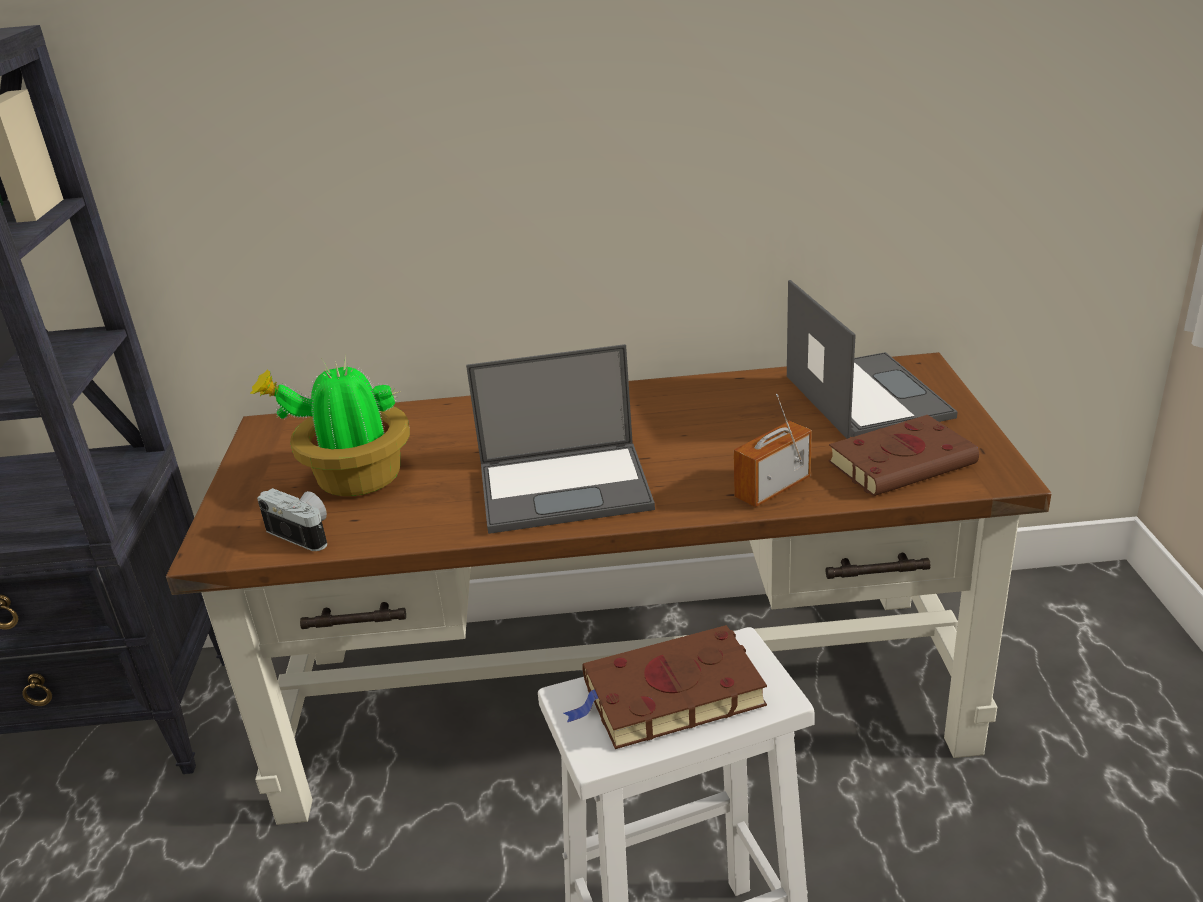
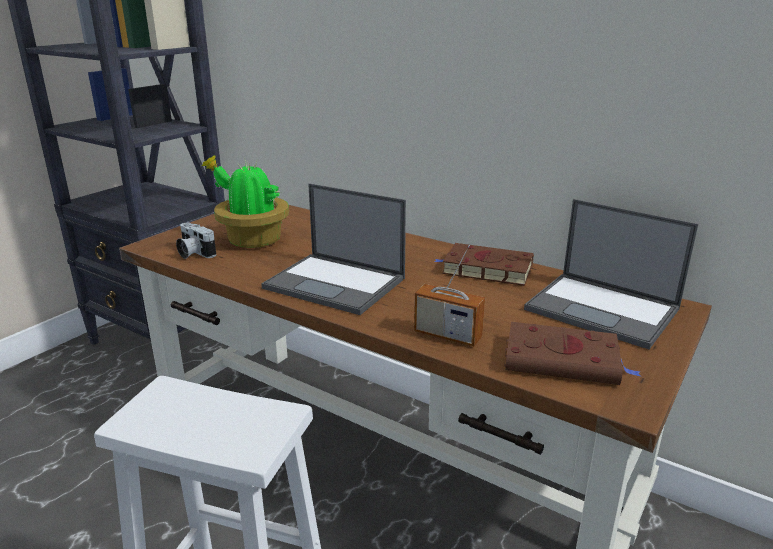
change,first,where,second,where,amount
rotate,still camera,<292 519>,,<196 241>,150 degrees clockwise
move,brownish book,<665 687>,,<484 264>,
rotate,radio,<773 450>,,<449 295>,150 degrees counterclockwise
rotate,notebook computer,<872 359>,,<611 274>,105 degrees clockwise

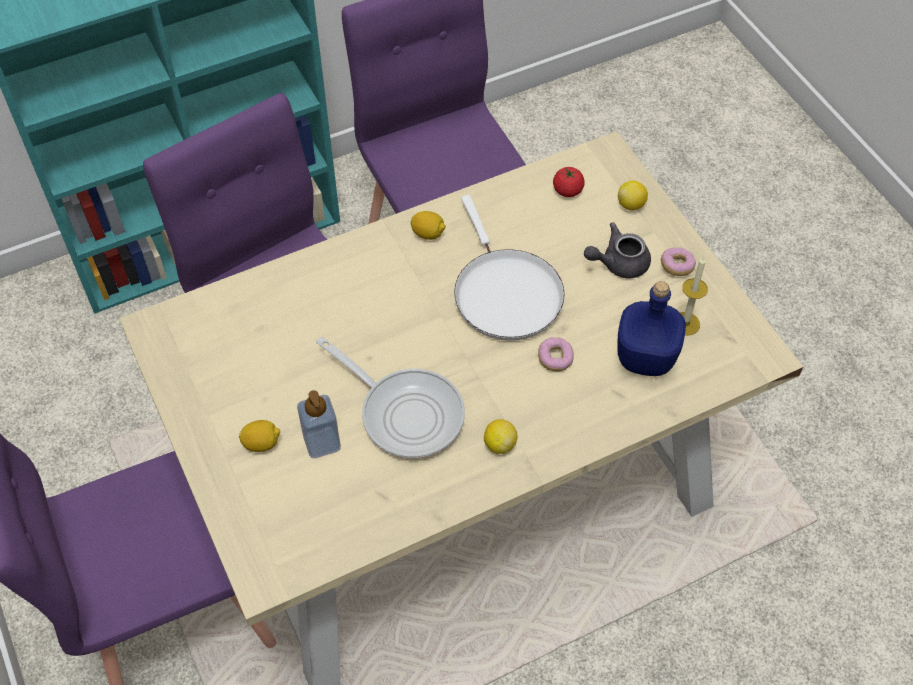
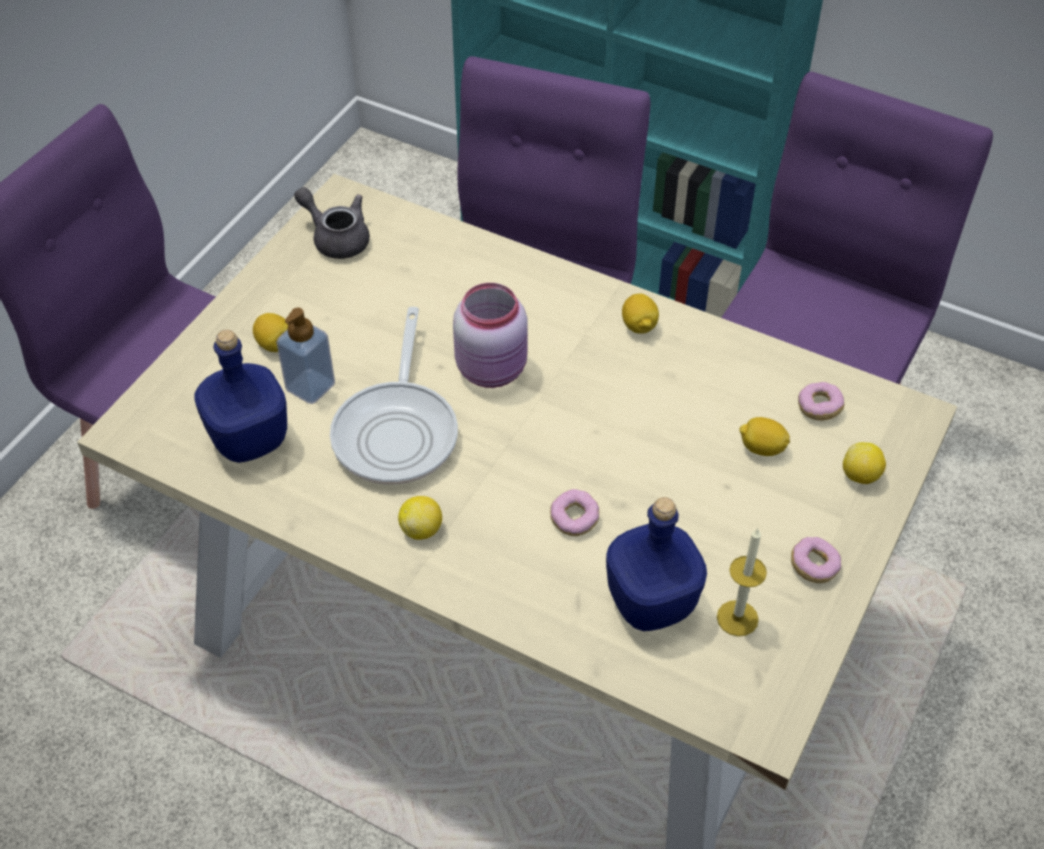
change,first,where,second,where,amount
delete,whitish skillet,<509 268>,,,
replace,tomato,<569 182>,donut,<821 401>,
move,gray tea pot,<617 250>,,<332 223>,
insert,,,bluish drink bottle,<240 396>,
insert,,,pinkish storage jar,<490 335>,
insert,,,whole lemon,<764 436>,

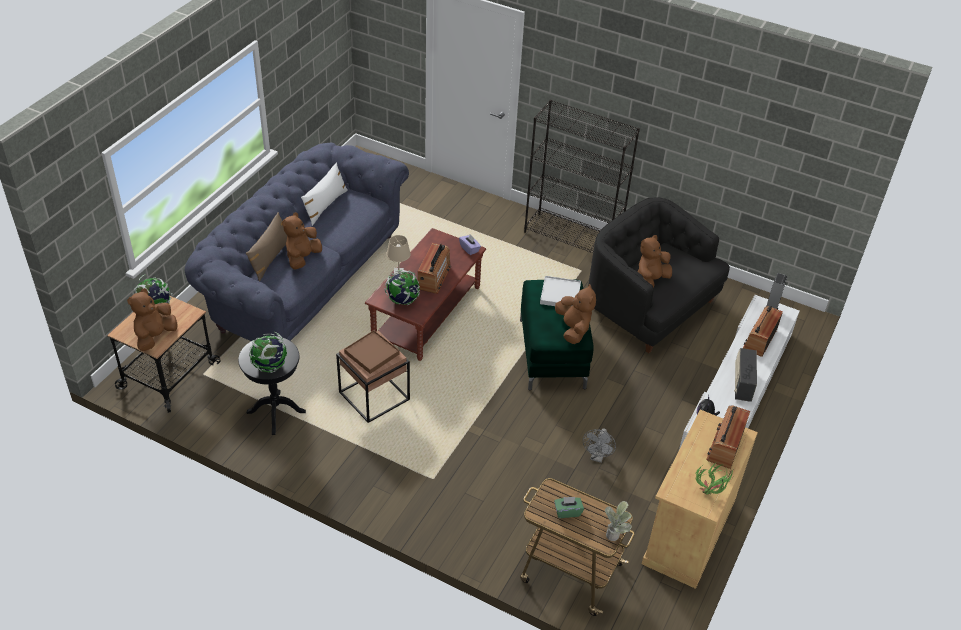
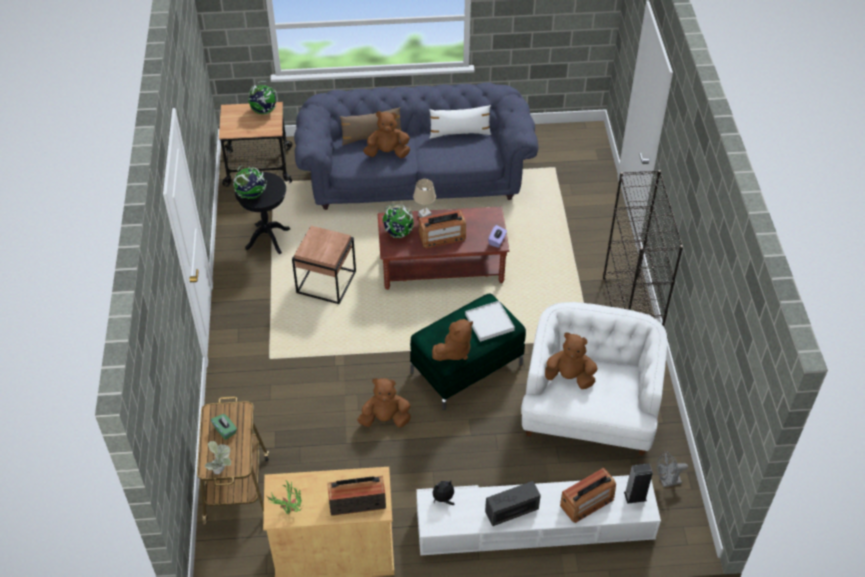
change,first,where,second,where,amount
move,brownish soft toy,<152 319>,,<384 403>,
delete,brownish serving tray,<372 352>,,,
move,gray fan,<599 446>,,<672 469>,
recolor,blackish armchair,<659 275>,whitish armchair,<594 379>,
rotate,radio,<763 331>,,<588 495>,150 degrees clockwise

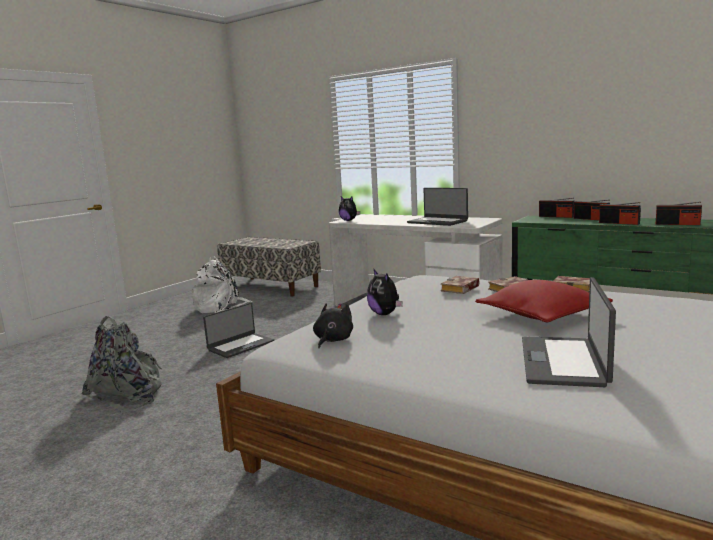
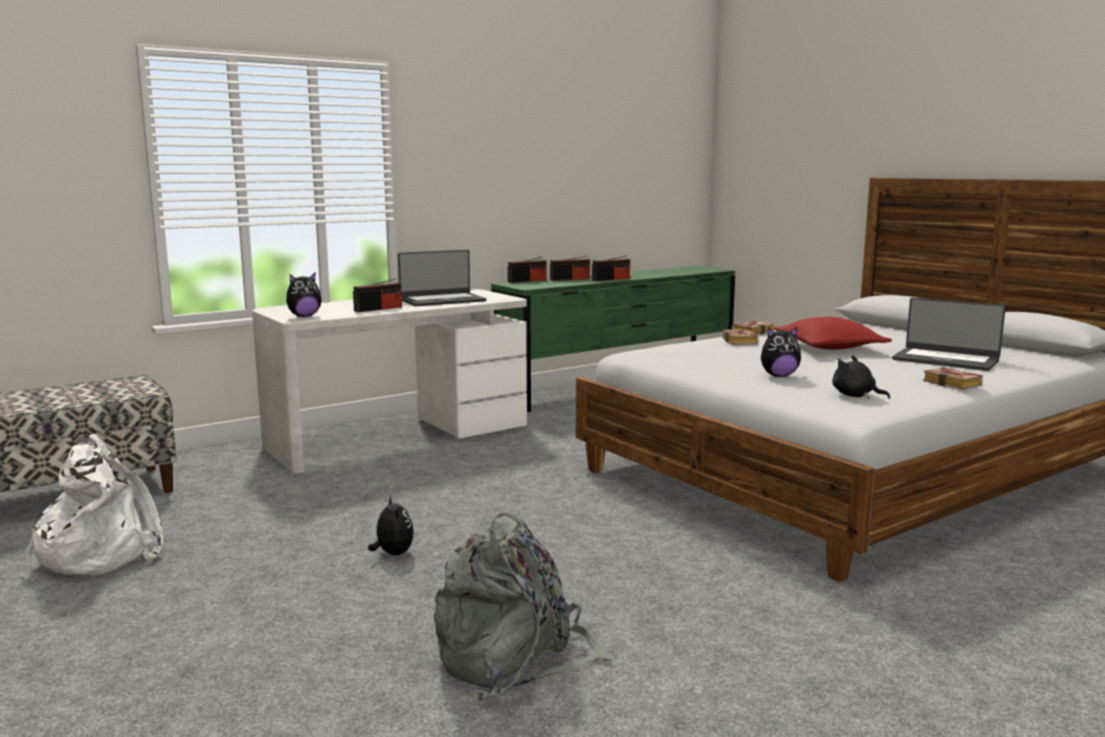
change,first,where,second,where,amount
replace,notebook computer,<238 330>,soft toy,<391 525>,
move,book,<460 285>,,<953 378>,
move,radio,<678 213>,,<377 296>,

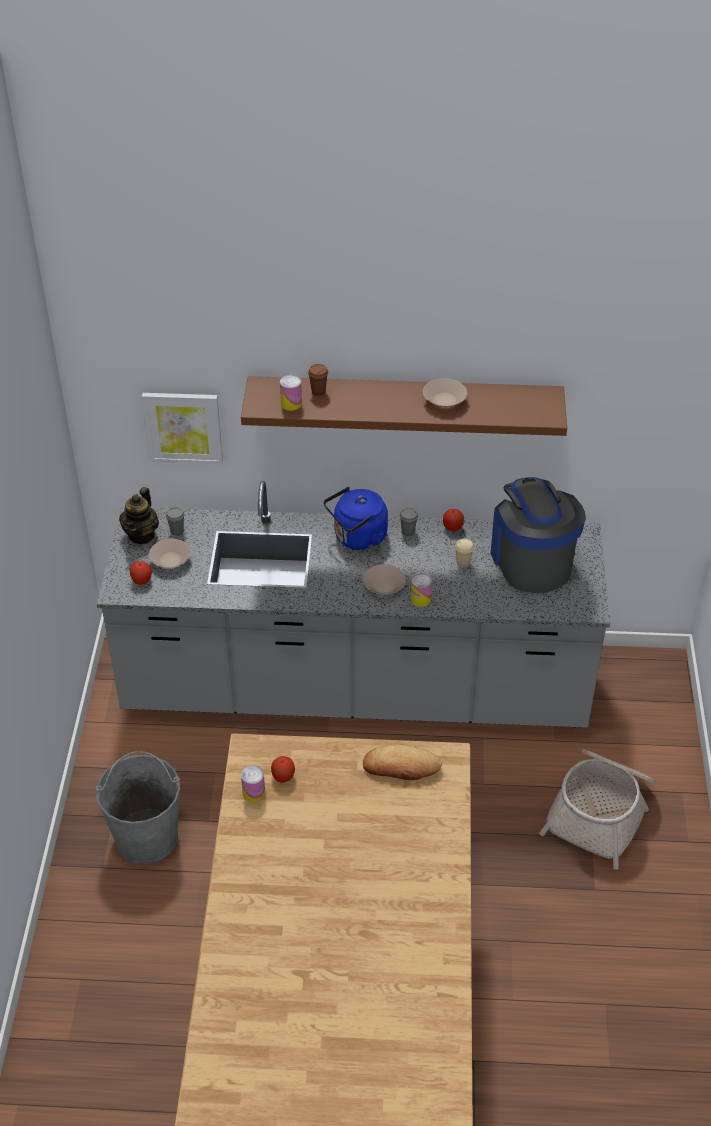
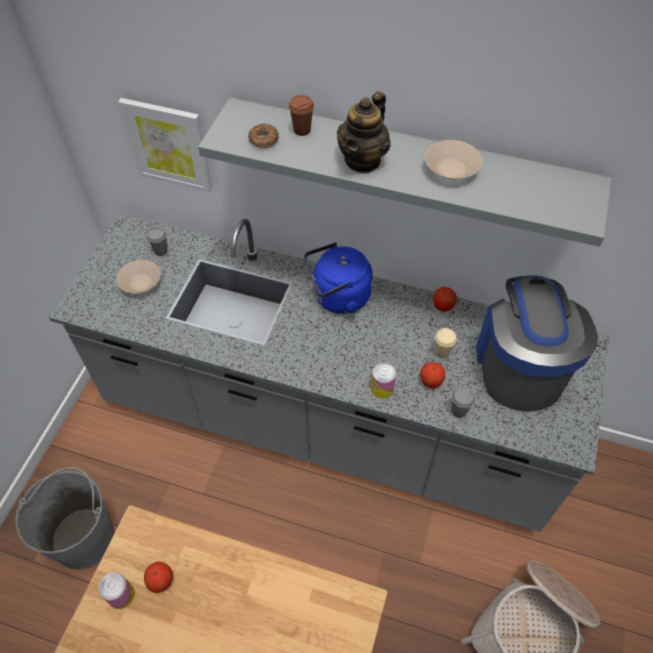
change,first,where,second,where,amount
move,tea pot,<139 515>,,<364 132>,
move,whole apple,<141 573>,,<432 375>,
recolor,brownish wall shelf,<404 406>,gray wall shelf,<405 172>,
replace,metal can,<291 393>,donut,<263 136>,
delete,sand-coloured deep dish,<384 579>,,,
delete,bakery bread,<402 762>,,,
move,gray cup,<409 522>,,<463 402>,

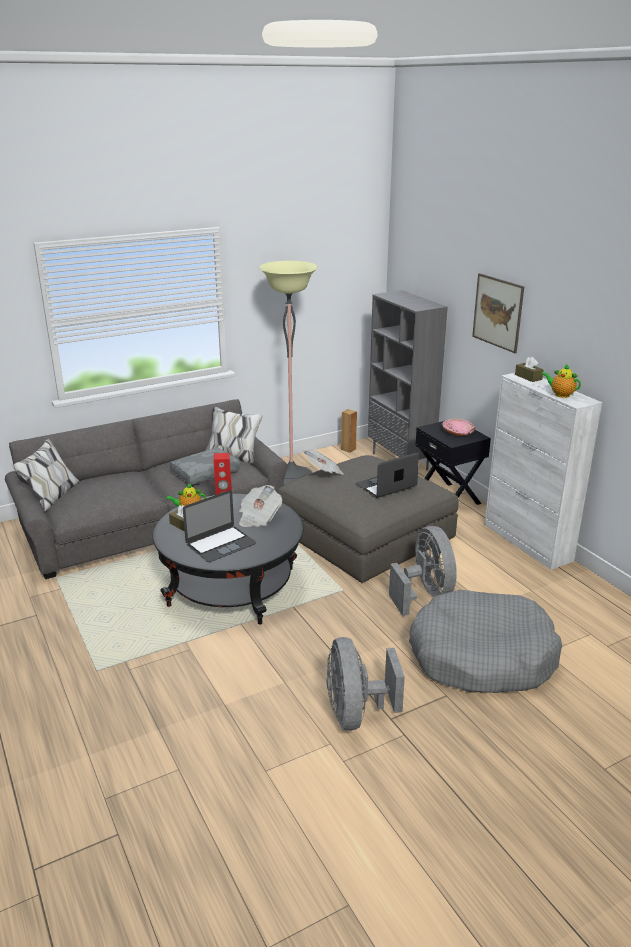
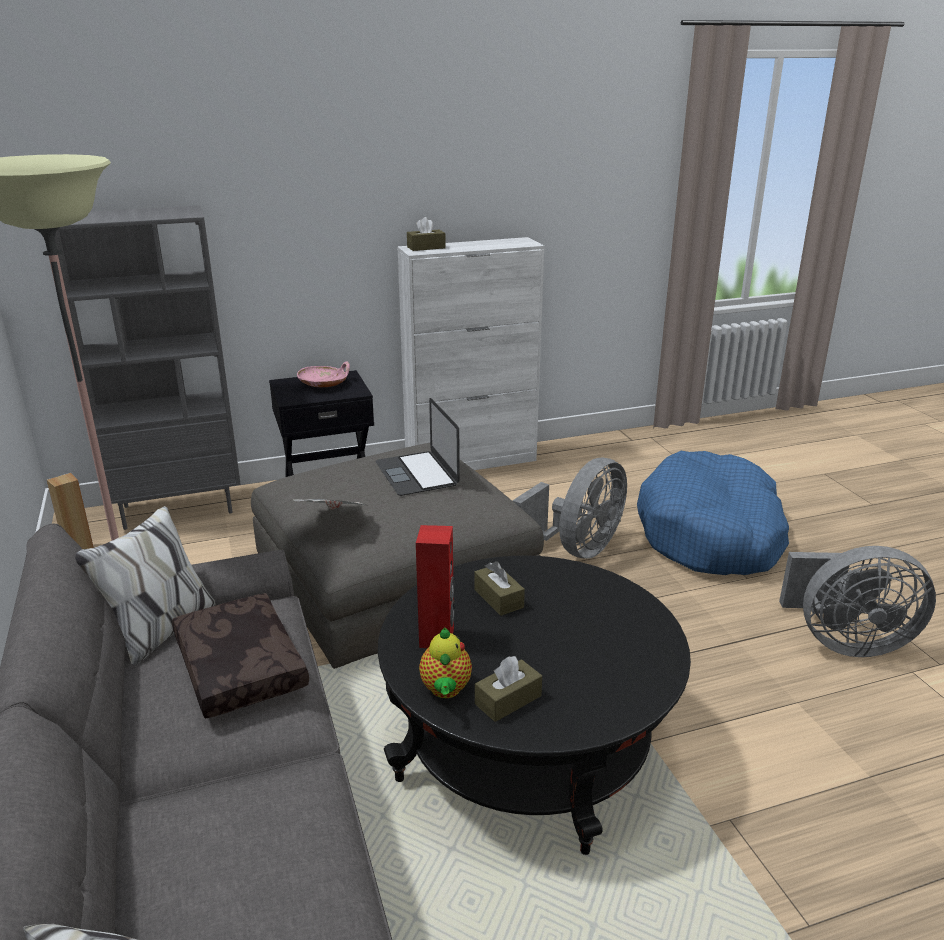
change,first,where,second,where,amount
recolor,gray pillow,<205 466>,brownish pillow,<240 656>,
delete,notebook computer,<219 526>,,,
replace,daily paper,<260 506>,brownish box of tissues,<499 588>,
rotate,gray fan,<423 571>,,<569 508>,135 degrees clockwise
recolor,gray pet bed,<485 641>,bluish pet bed,<713 513>,
delete,wall picture,<498 313>,,,
delete,tea pot,<561 381>,,,

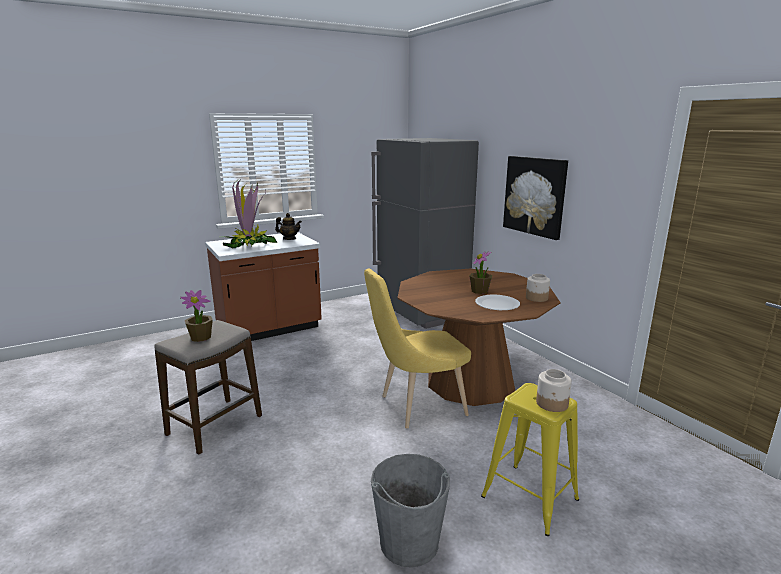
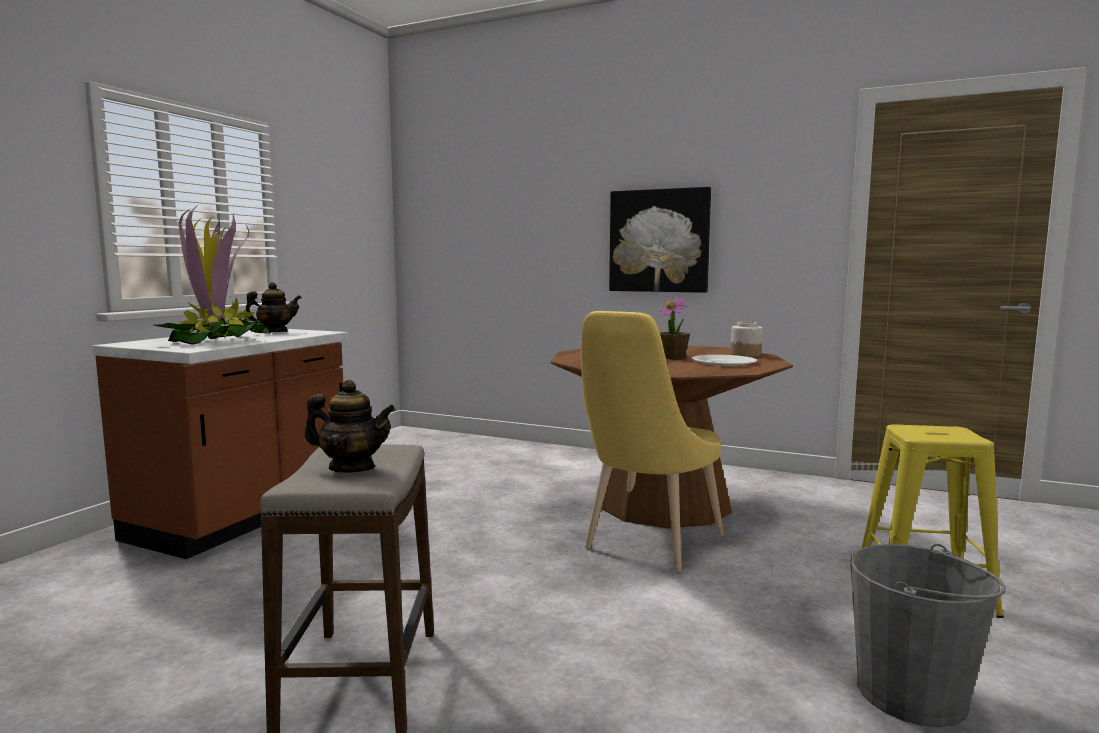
change,first,where,second,where,amount
replace,potted plant,<196 316>,tea pot,<350 426>,
delete,gray refrigerator,<425 233>,,,
delete,storage jar,<554 390>,,,

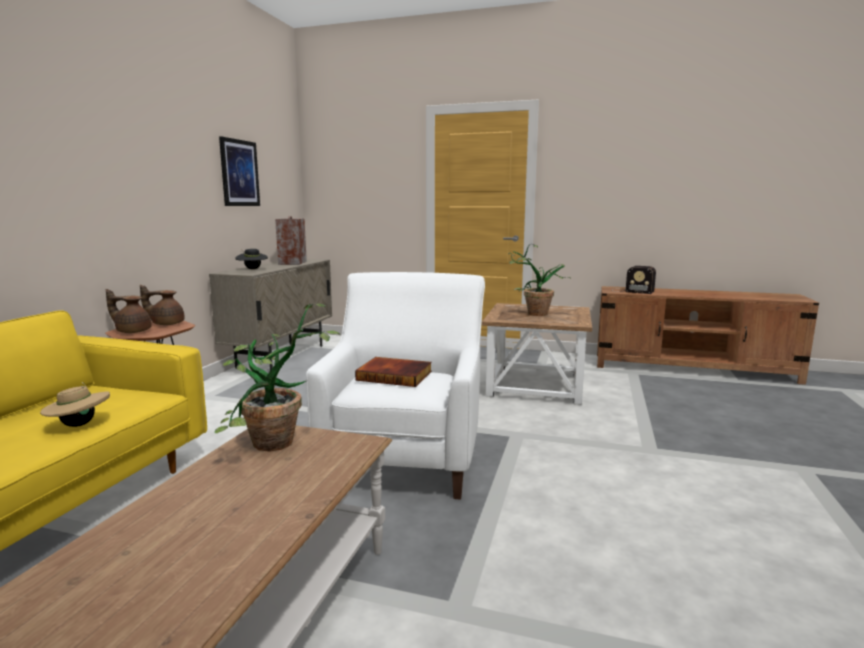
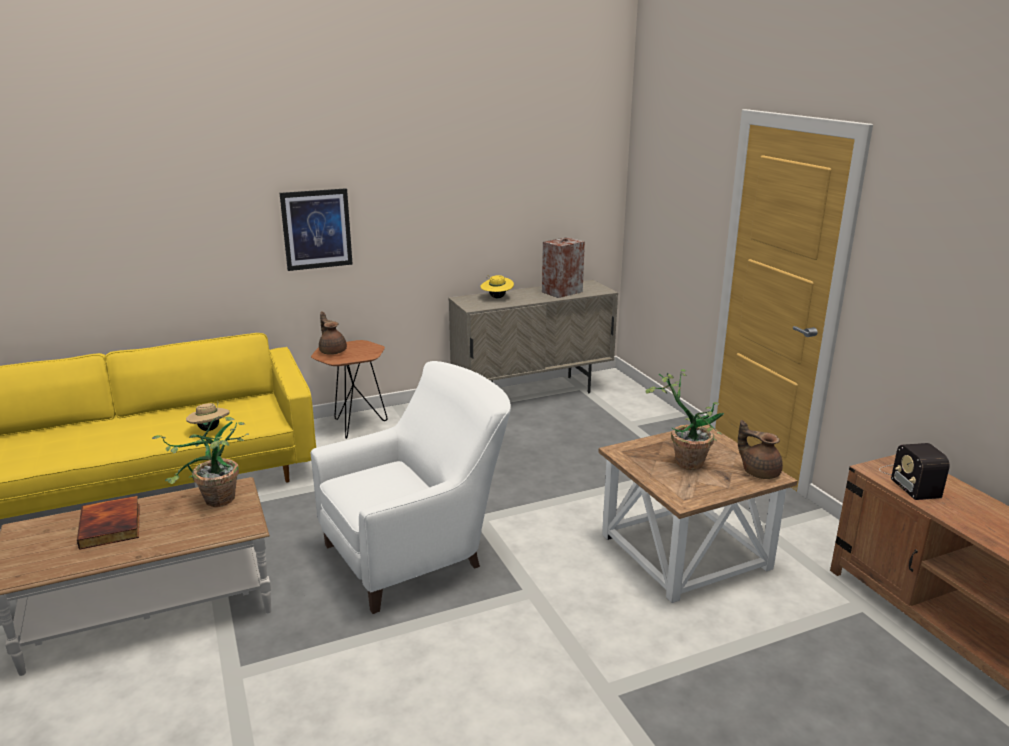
change,first,where,second,where,amount
move,brownish tea pot,<162 305>,,<760 449>,
move,wall picture,<239 171>,,<316 229>,
recolor,blackish hat,<251 259>,yellow hat,<497 286>,
move,book,<393 372>,,<108 523>,

